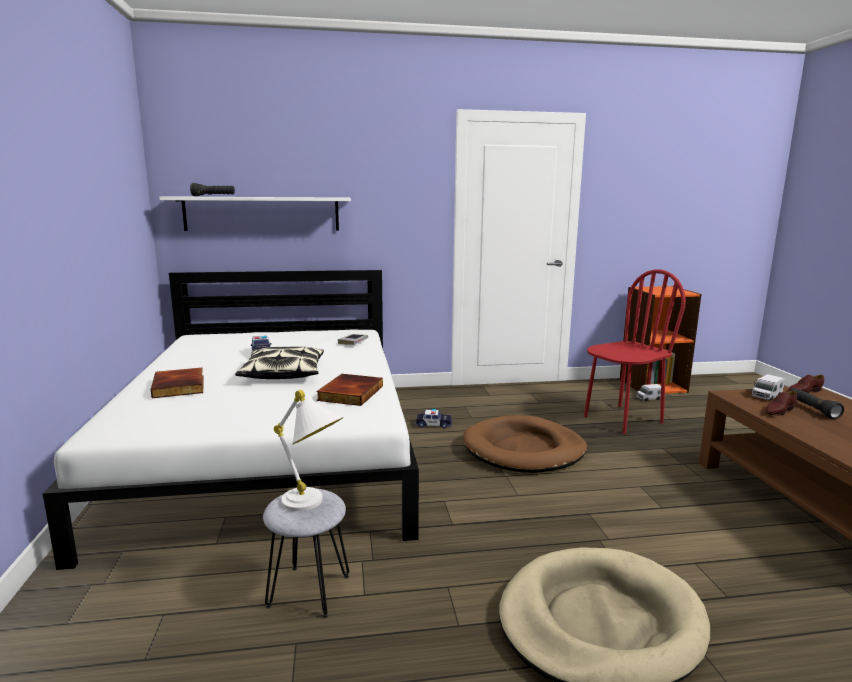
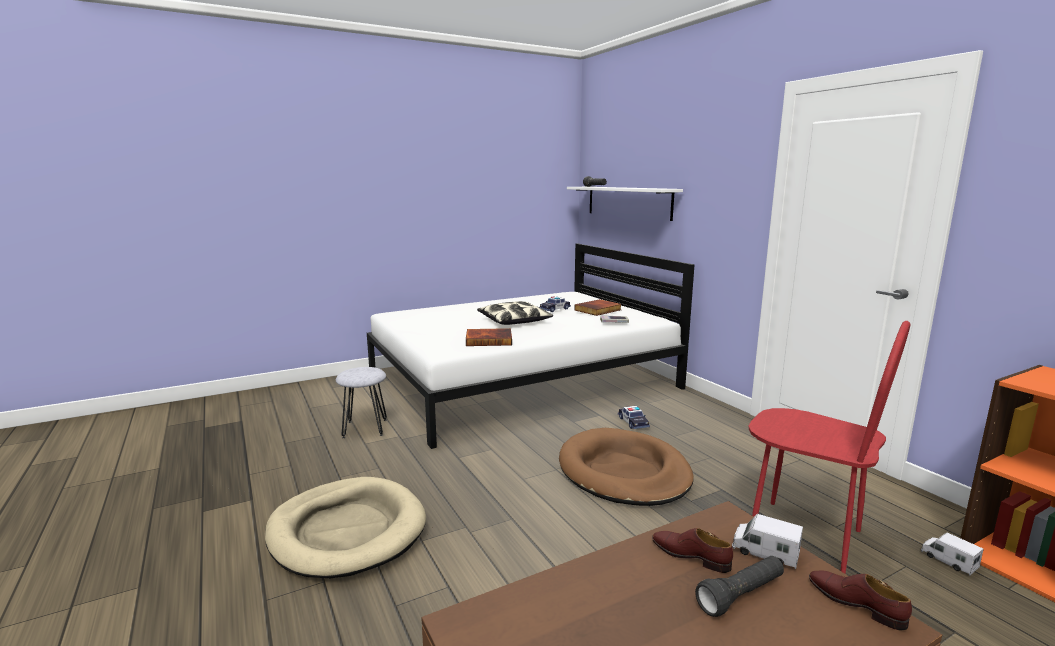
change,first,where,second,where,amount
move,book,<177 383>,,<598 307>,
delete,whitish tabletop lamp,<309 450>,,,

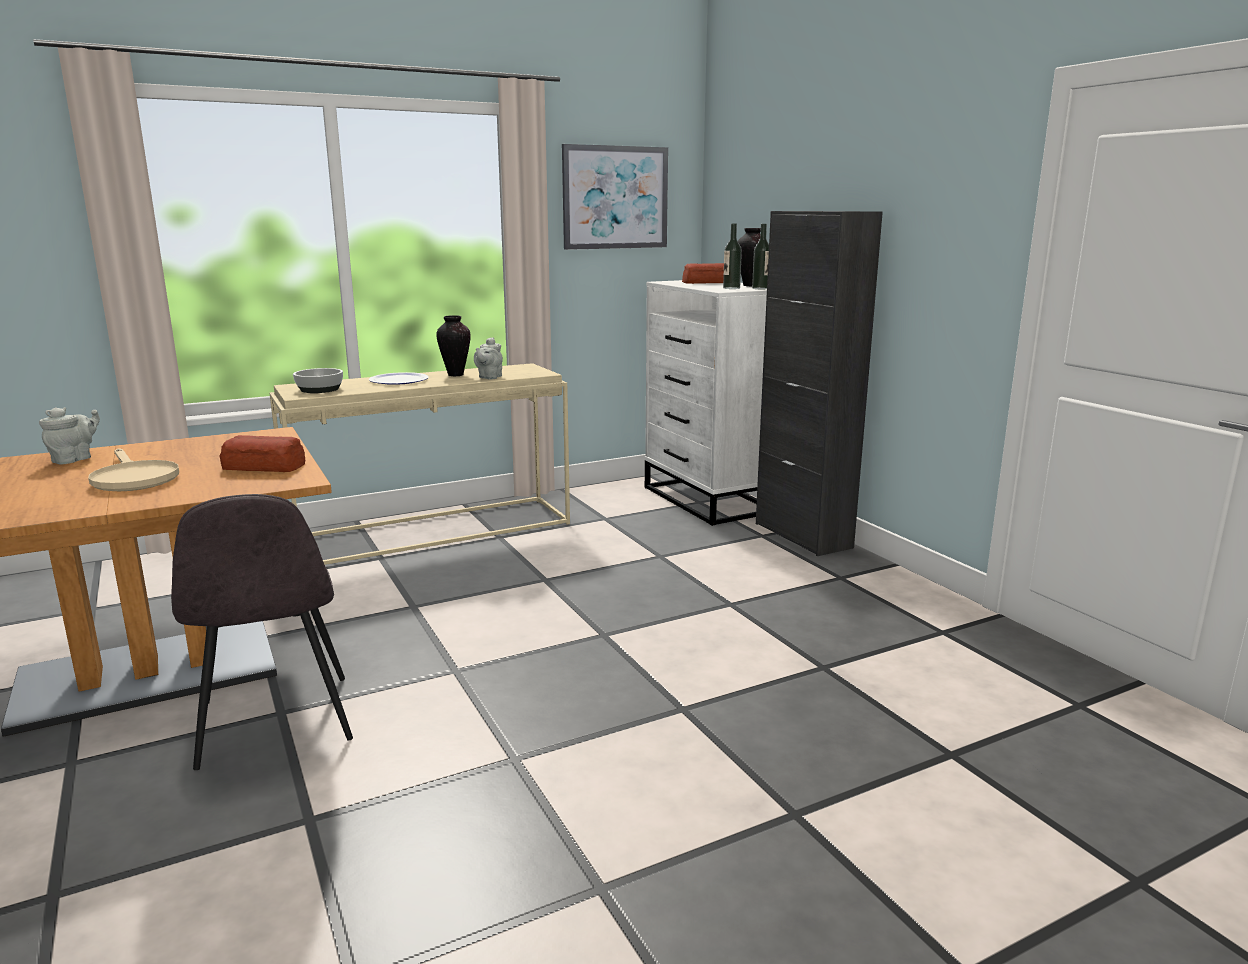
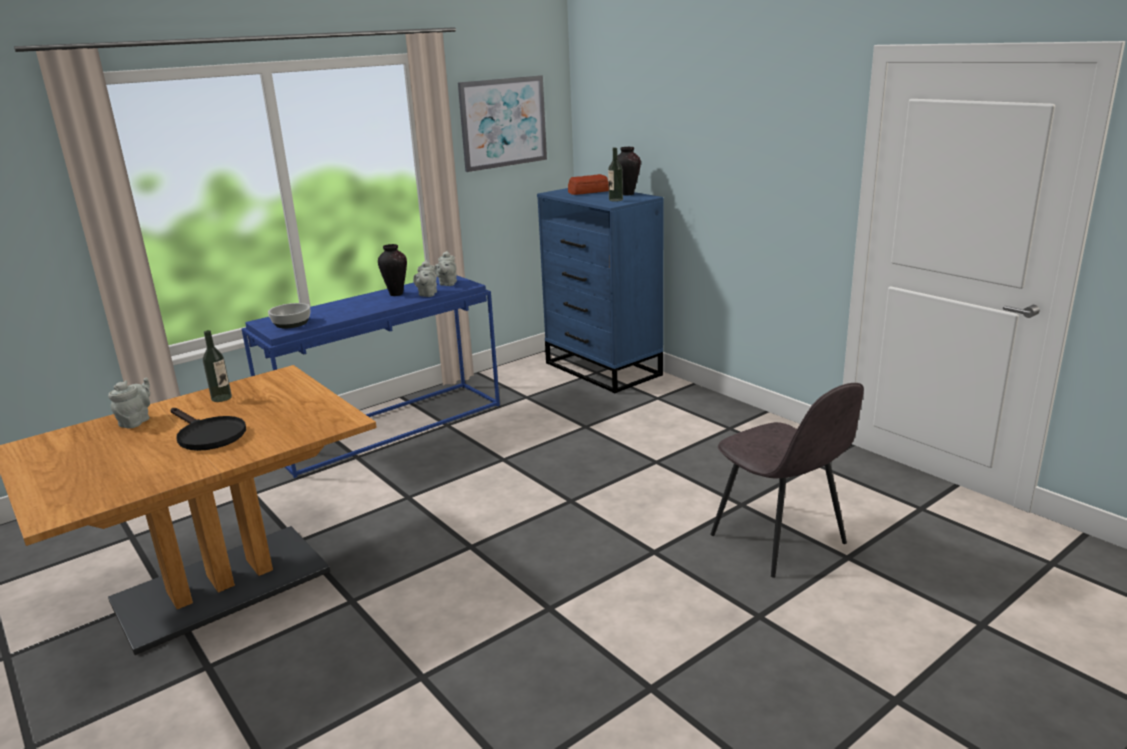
change,first,where,second,where,amount
recolor,sand-coloured skillet,<133 469>,blackish skillet,<208 429>,
move,gray upright chair,<262 632>,,<787 480>,
delete,bakery bread,<262 453>,,,
recolor,sand-coloured console table,<419 464>,bluish console table,<370 376>,
delete,plate,<399 378>,,,
recolor,whitish drawer chest,<706 403>,bluish drawer chest,<600 291>,
move,drink bottle,<760 256>,,<217 366>,
delete,blackish storage cabinet,<819 383>,,,
insert,,,gray tea pot,<445 268>,

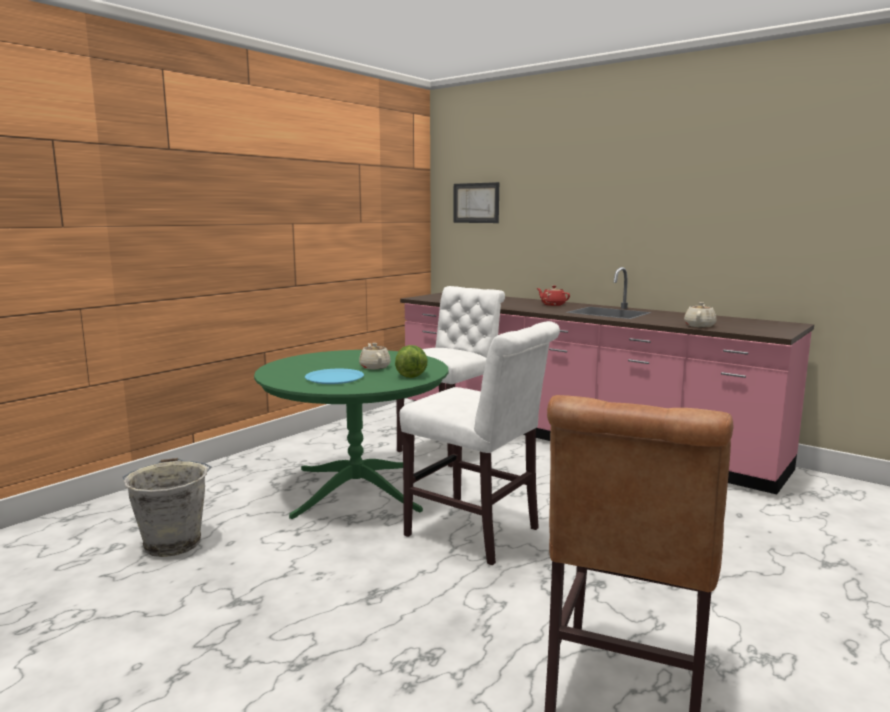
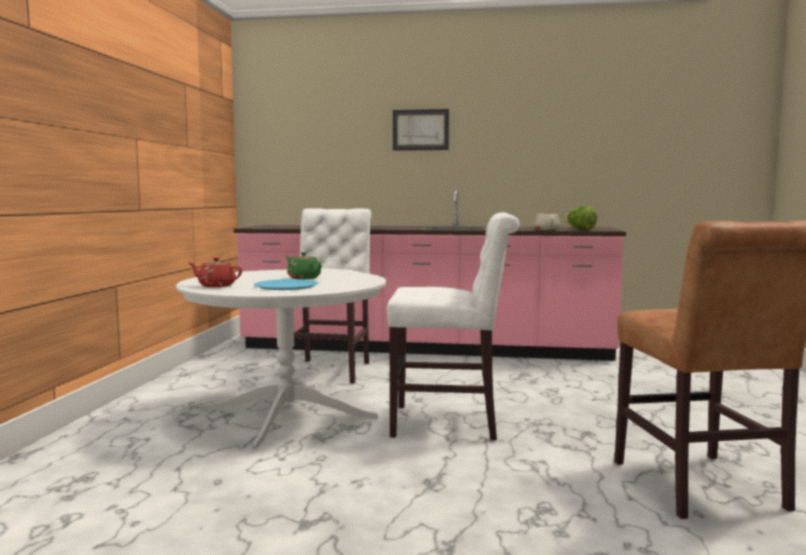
change,first,where,second,where,amount
delete,gray bucket,<167 507>,,,
recolor,green dinner table,<351 434>,whitish dinner table,<281 359>,
recolor,sand-coloured tea pot,<375 356>,green tea pot,<303 265>,
move,lettuce head,<411 361>,,<581 218>,
move,wall picture,<476 202>,,<421 130>,
move,red-coloured tea pot,<553 296>,,<215 272>,

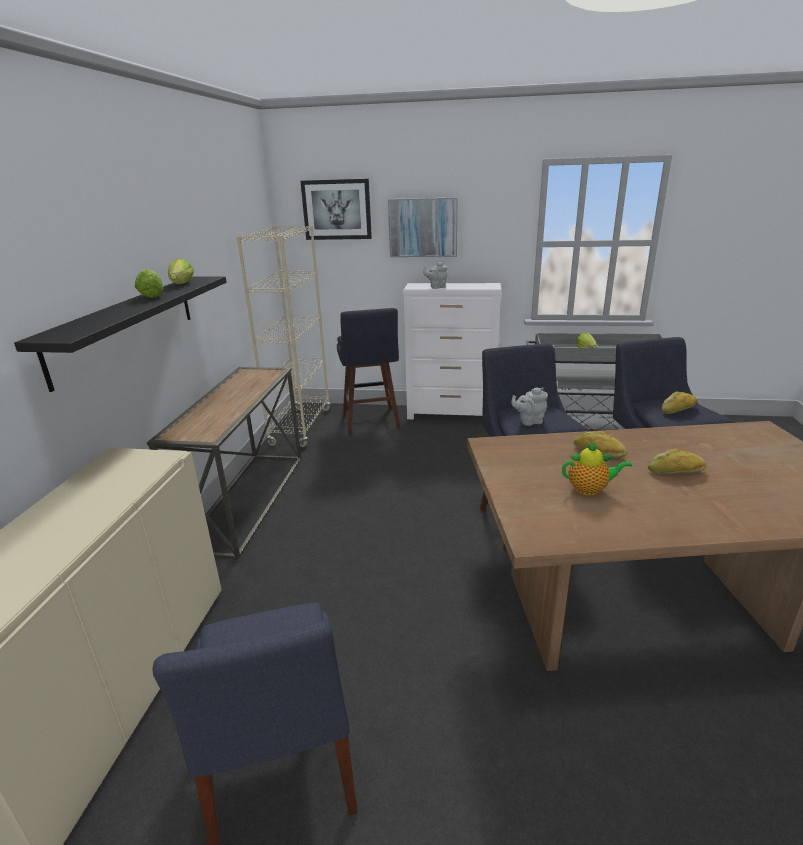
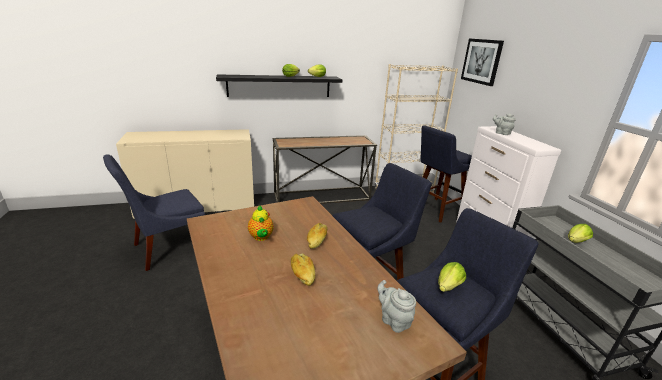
change,first,where,second,where,amount
delete,wall picture,<423 227>,,,
move,gray tea pot,<529 406>,,<396 306>,
replace,bakery bread,<679 402>,lettuce head,<452 277>,

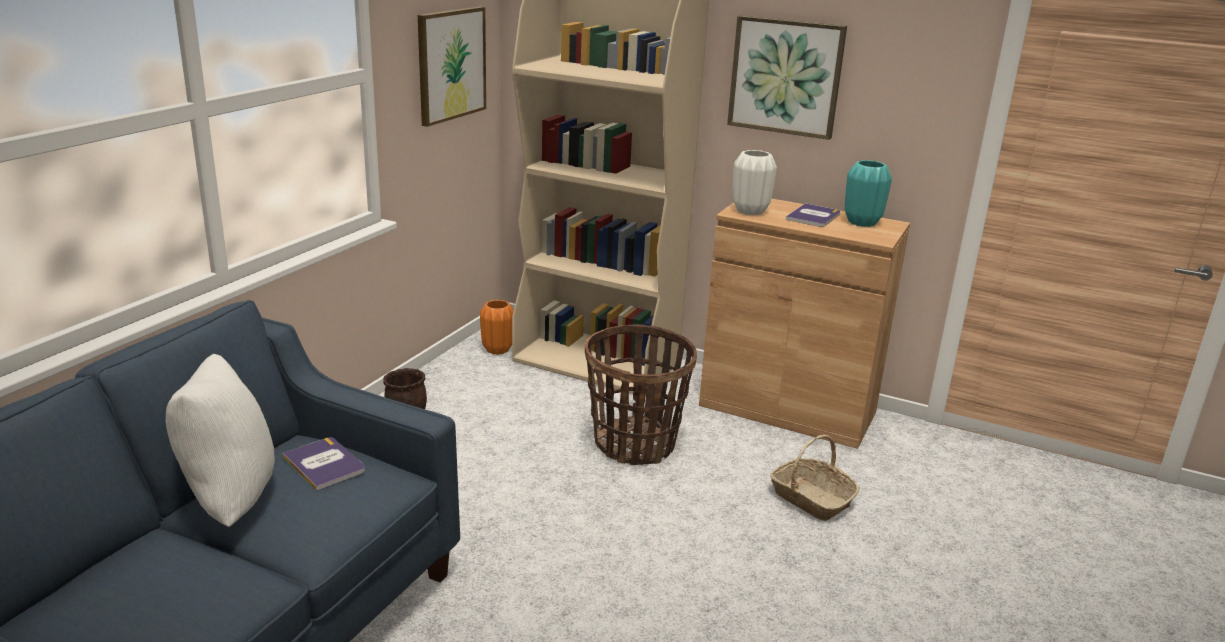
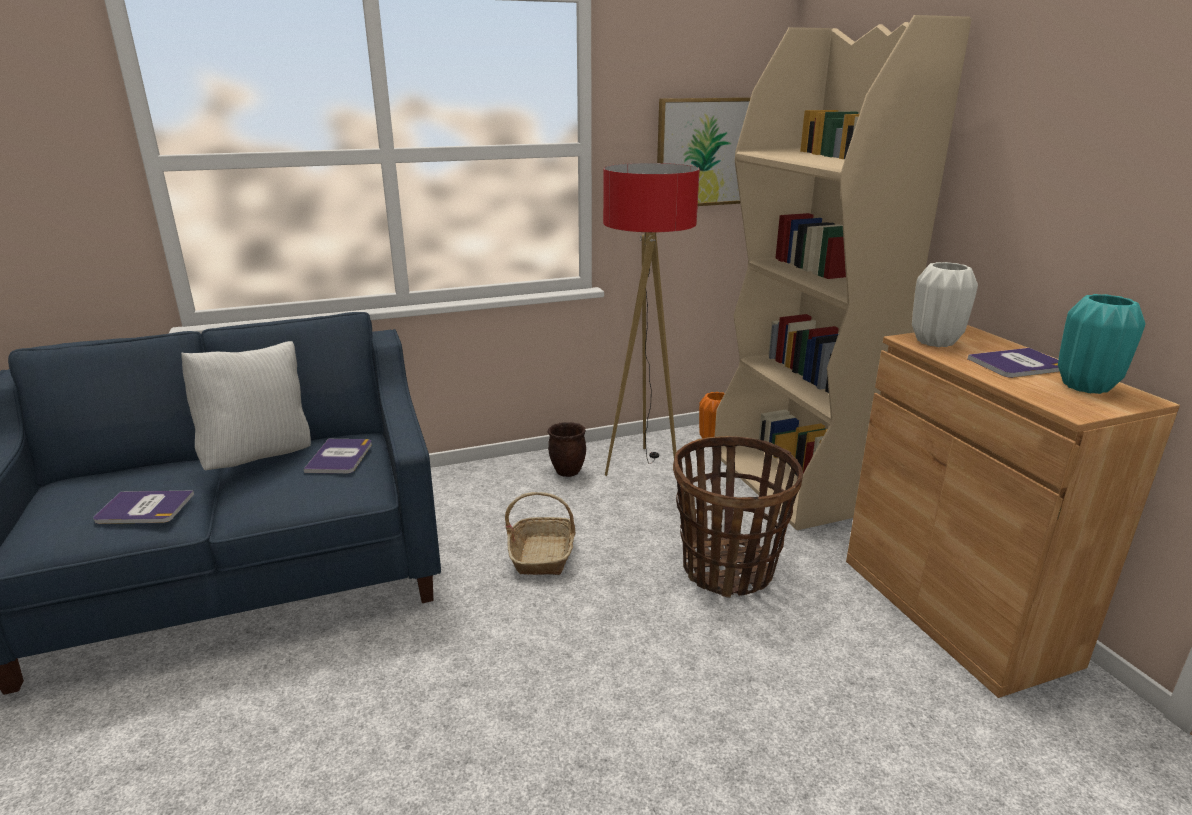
change,first,where,second,where,amount
delete,wall picture,<787 77>,,,
move,basket,<815 478>,,<540 533>,
insert,,,book,<143 507>,
insert,,,standing lamp,<651 319>,

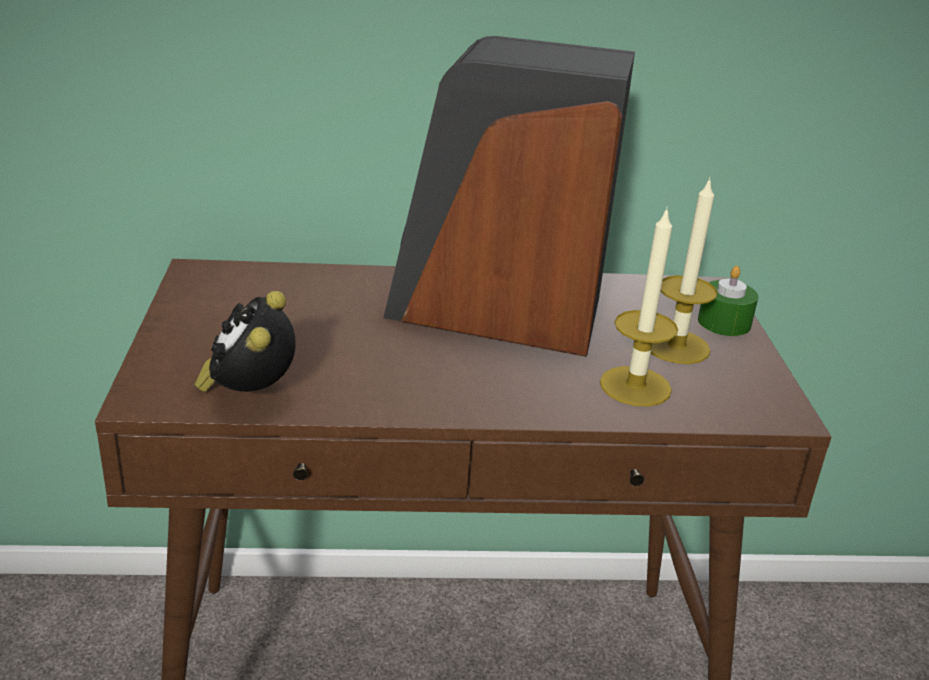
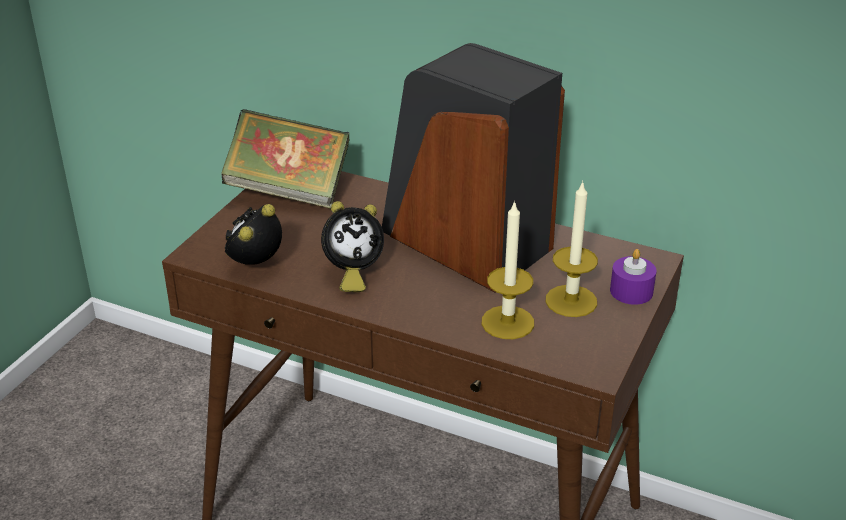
change,first,where,second,where,amount
recolor,green wax candle,<728 301>,purple wax candle,<633 277>,
insert,,,book,<285 159>,
insert,,,alarm clock,<352 246>,

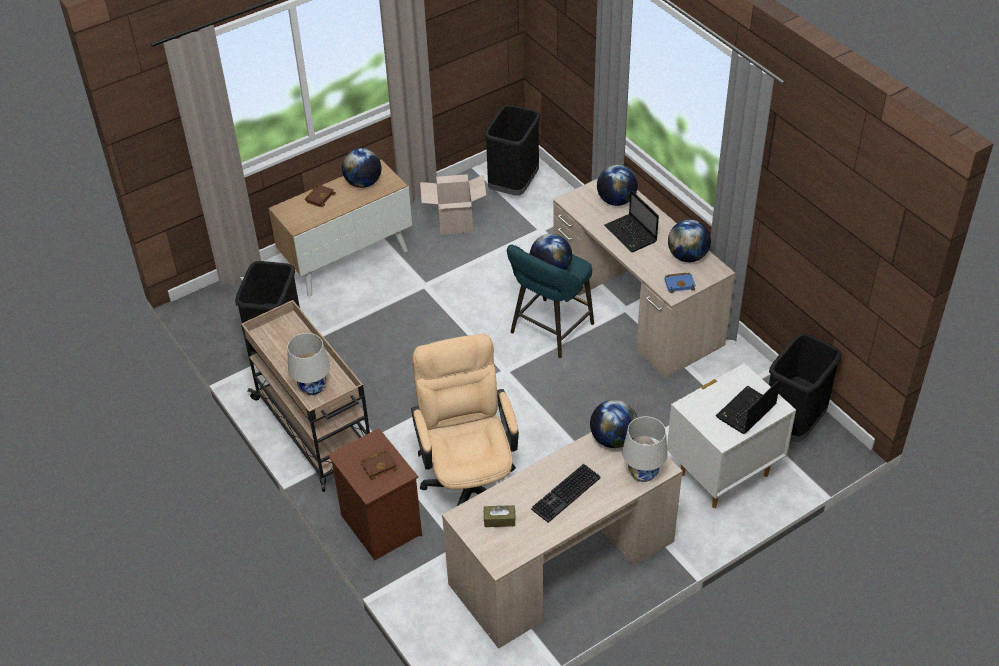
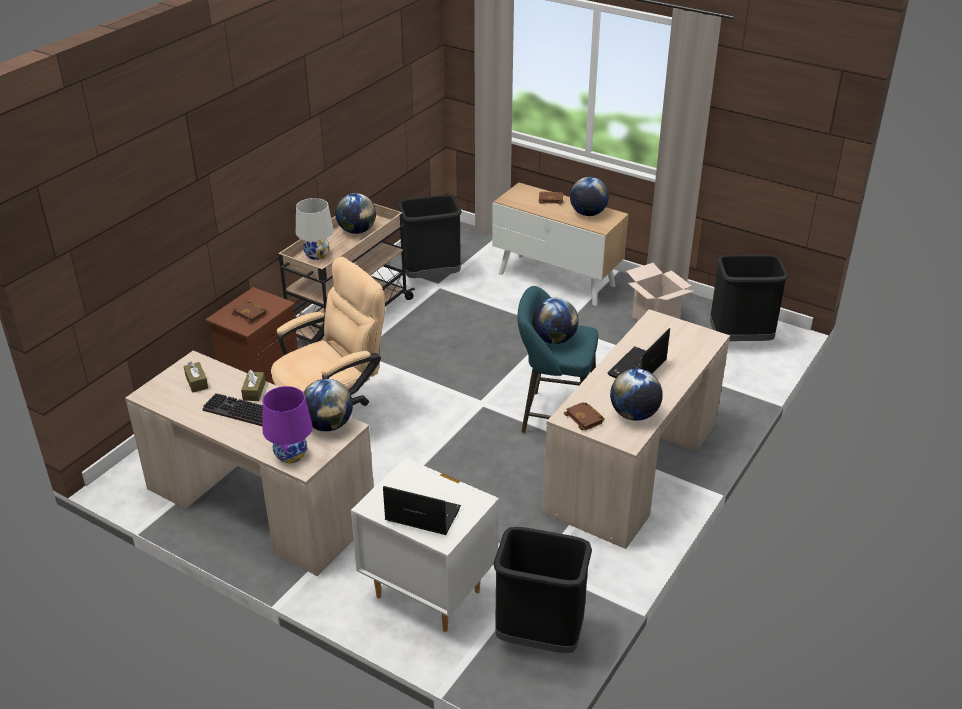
change,first,where,second,where,amount
move,globe,<617 185>,,<355 213>,
recolor,whitish tabletop lamp,<645 449>,purple tabletop lamp,<287 424>,
recolor,bluish book,<680 283>,brownish book,<584 416>,
insert,,,brownish box of tissues,<253 385>,

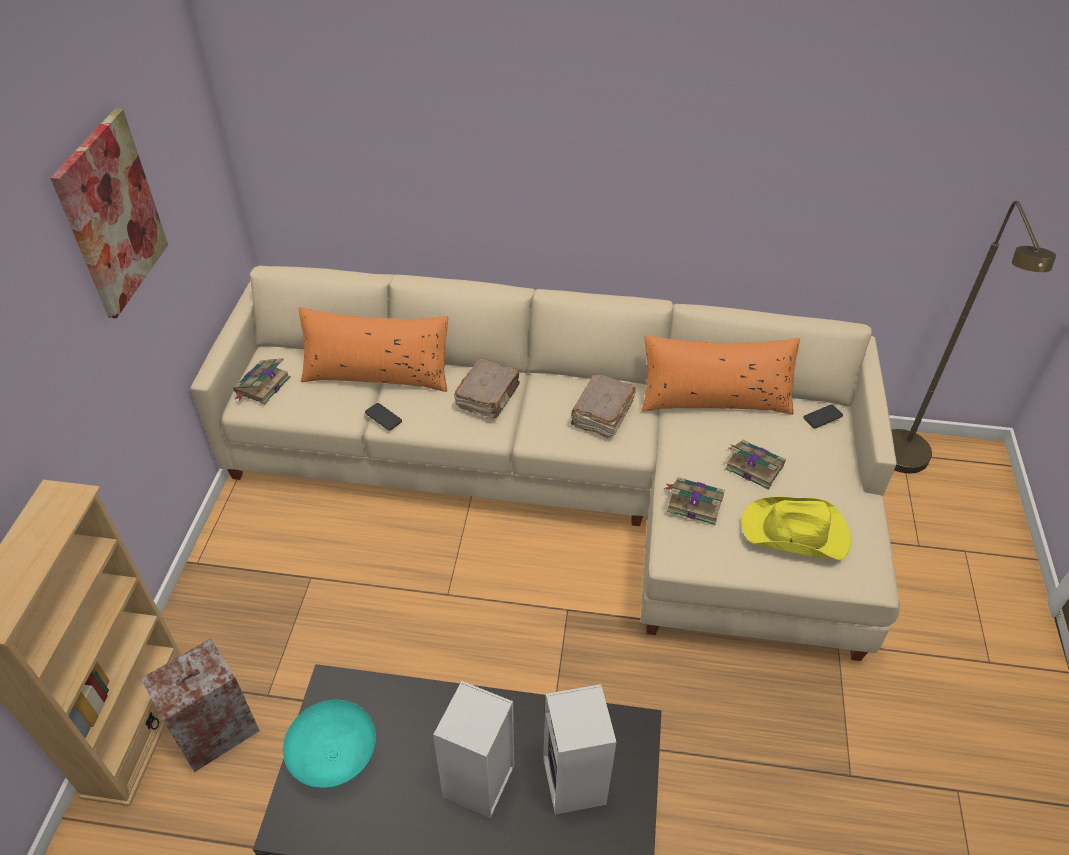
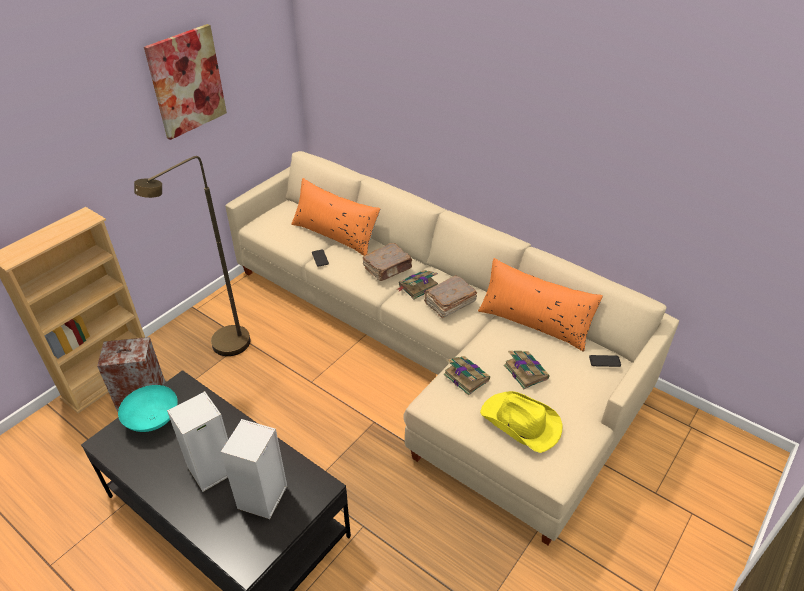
change,first,where,second,where,amount
move,book,<262 381>,,<418 284>,
move,brownish standing lamp,<973 337>,,<192 256>,

